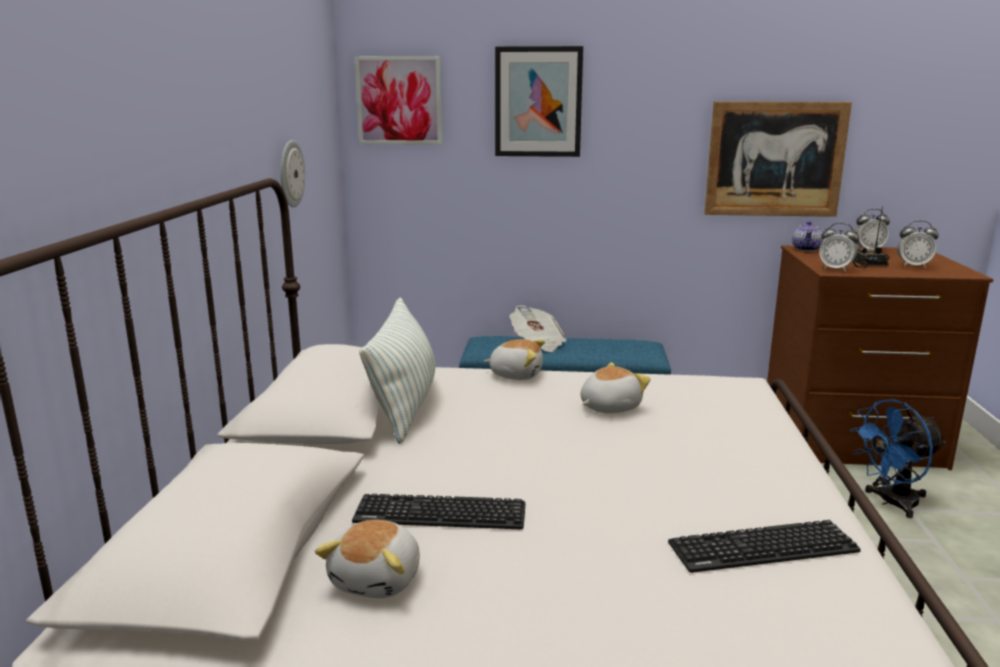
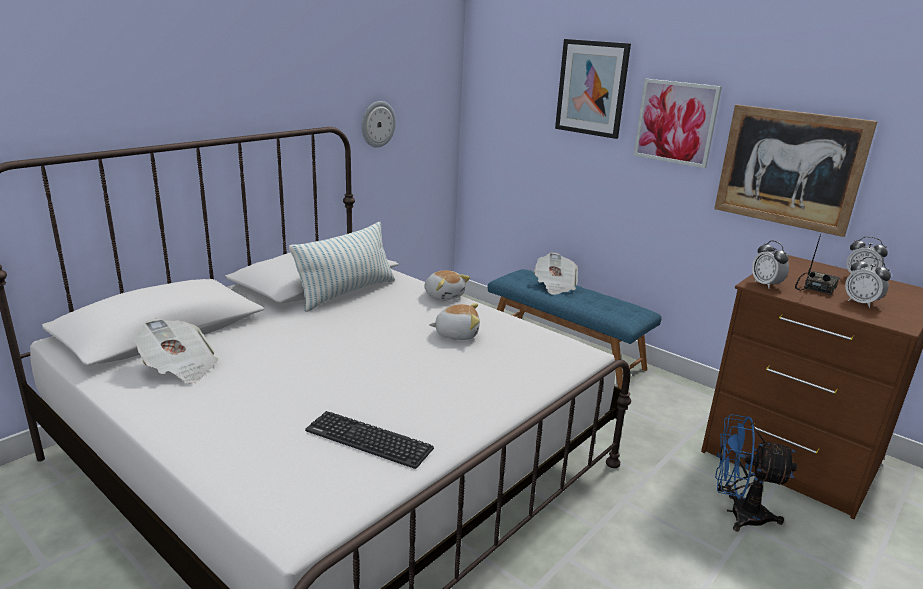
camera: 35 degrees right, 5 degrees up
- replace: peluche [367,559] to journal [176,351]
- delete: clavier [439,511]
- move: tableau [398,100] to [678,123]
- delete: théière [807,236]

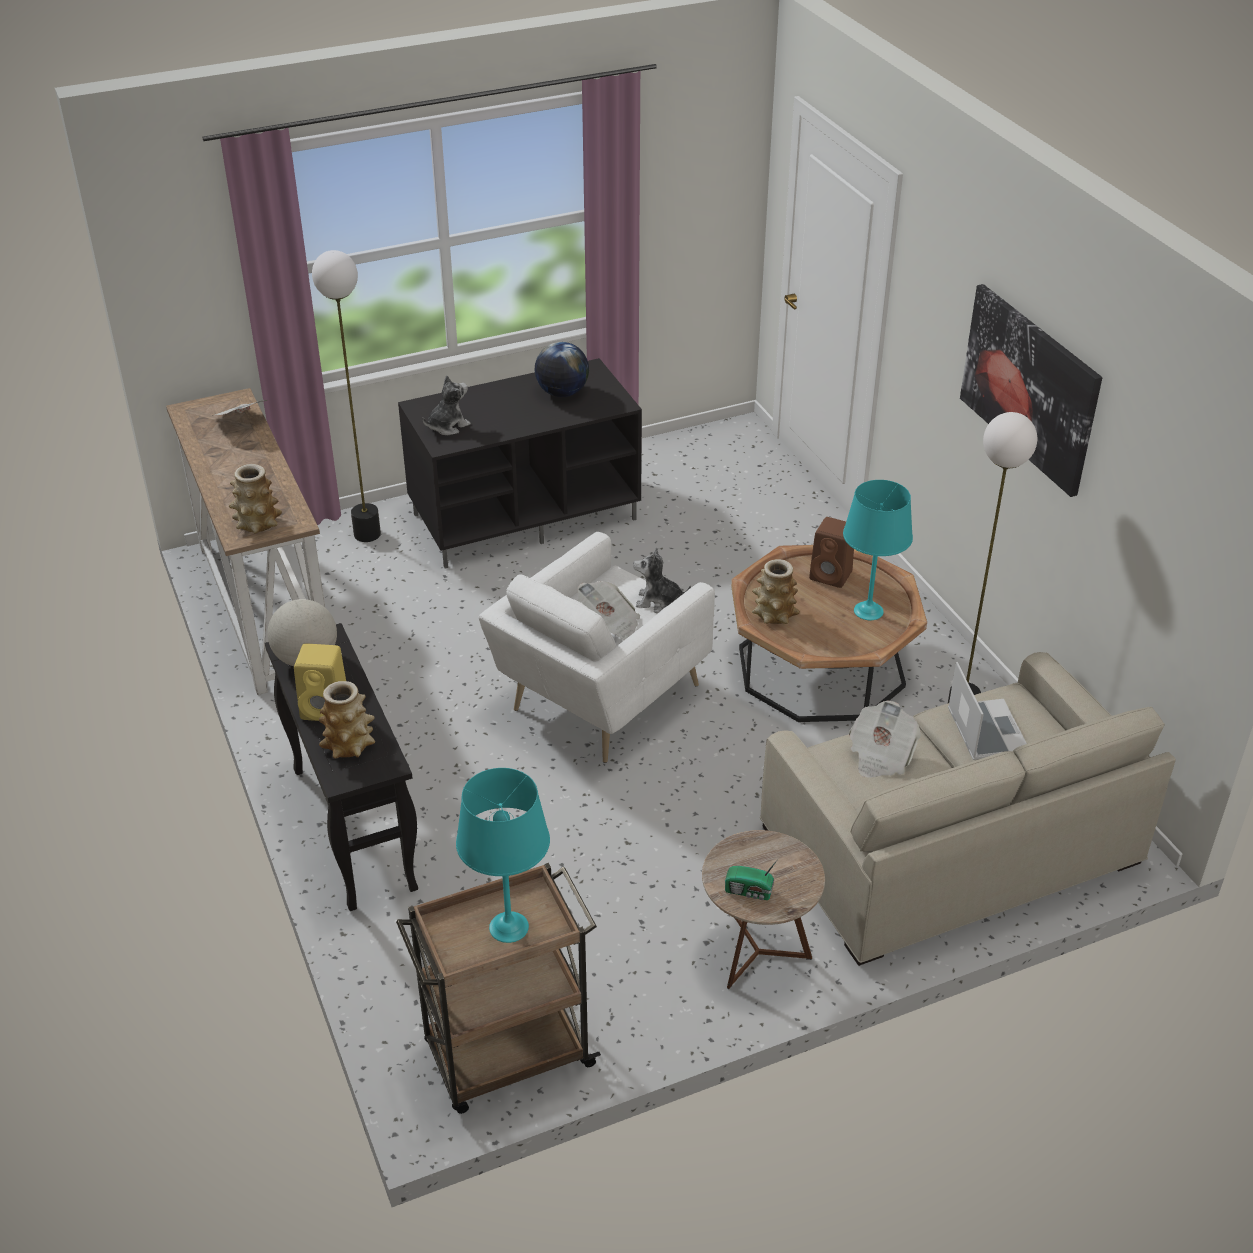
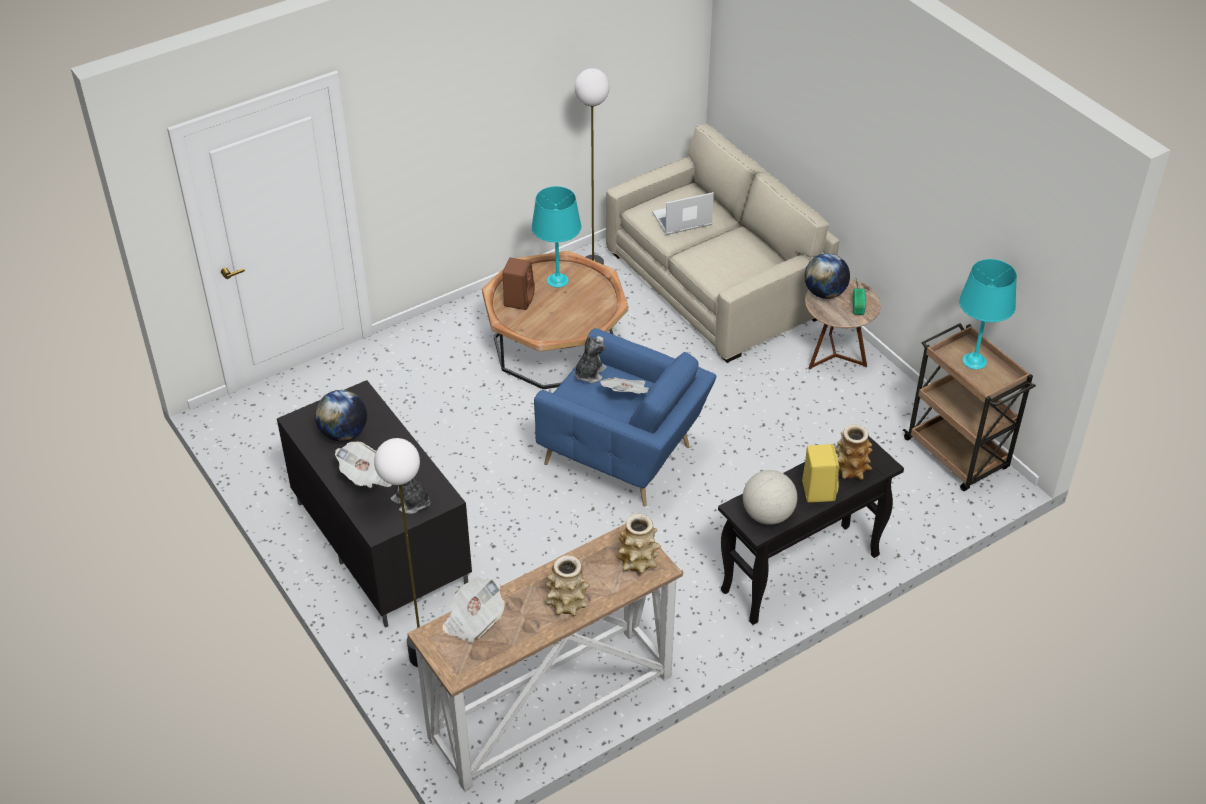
camera: 100 degrees left, 5 degrees up
- recolor: fauteuil (blanc) [597,647] to fauteuil (bleu) [625,417]
- rotate: peluche [662,580] = [590,359] 150 degrees counterclockwise
- move: vase [776,591] to [567,585]
- move: journal [885,739] to [363,464]
- delete: tableau [1031,390]
- insert: globe [827,276]

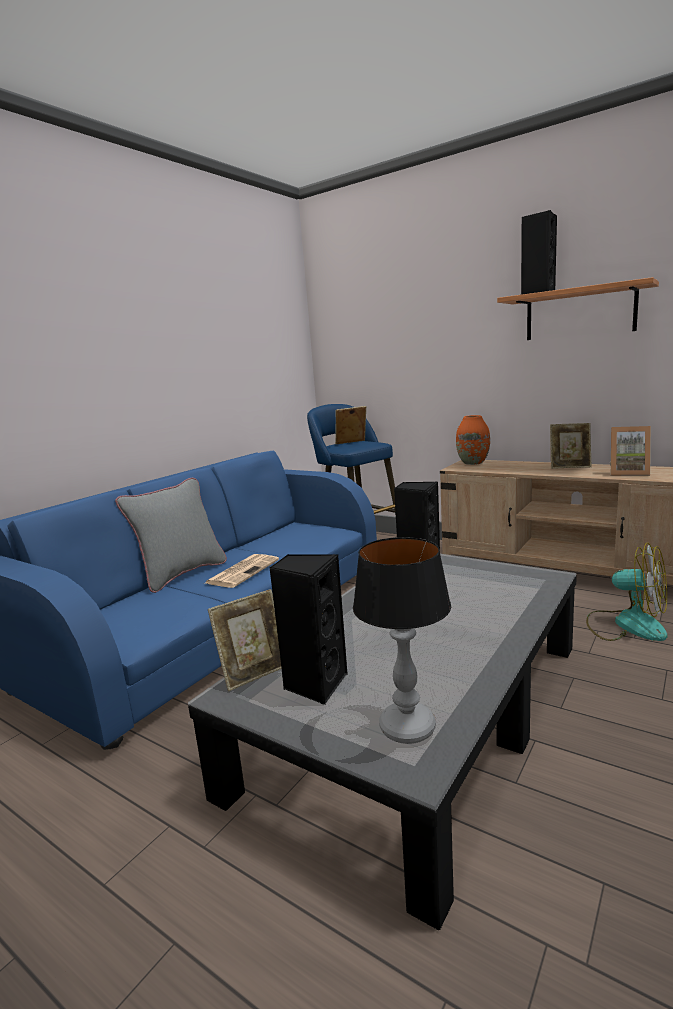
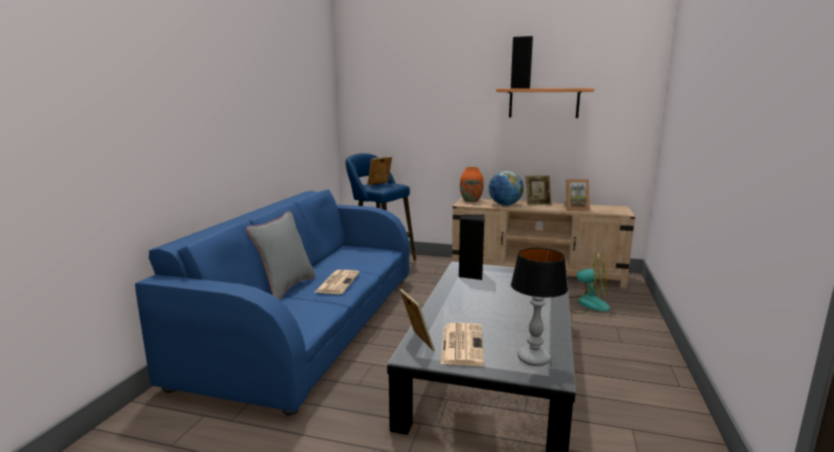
camera: 20 degrees left, 0 degrees up
- rotate: cadre photo [245,640] = [417,320] 60 degrees counterclockwise
- replace: enceinte (noir) [308,629] to journal [462,344]
- insert: globe [506,188]

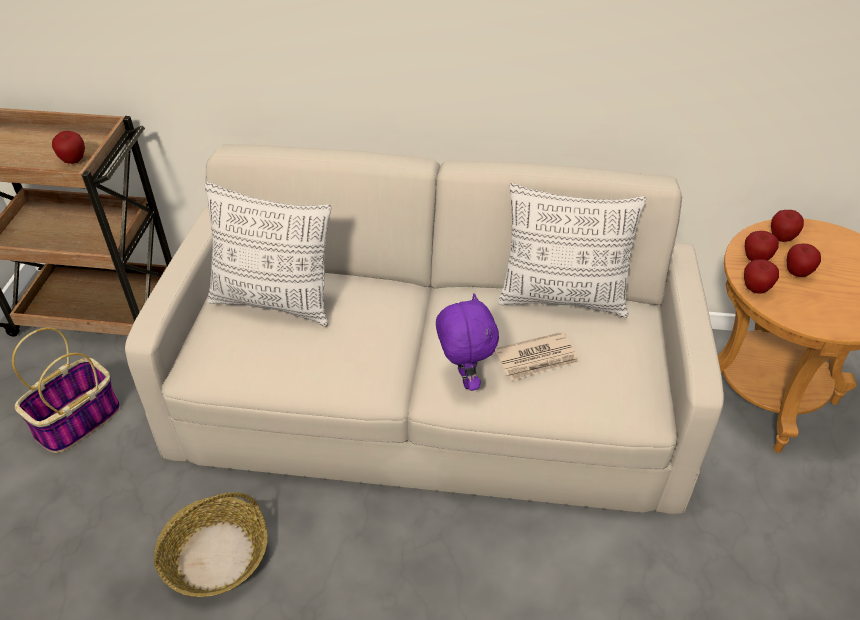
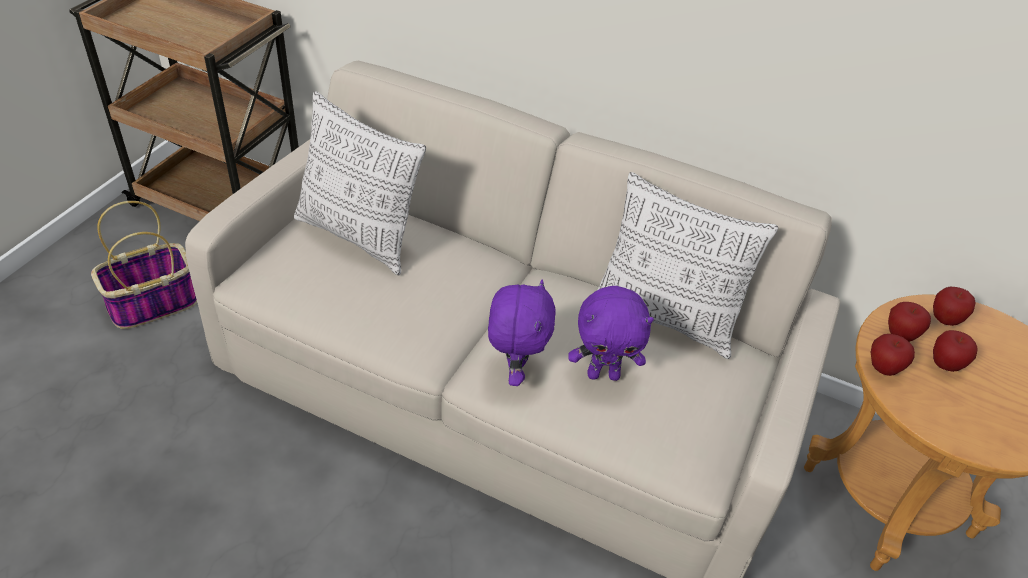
camera: 15 degrees right, 0 degrees up
- delete: pomme [68,147]
- delete: panier [211,544]
- replace: journal [537,356] to peluche (violet) [611,333]

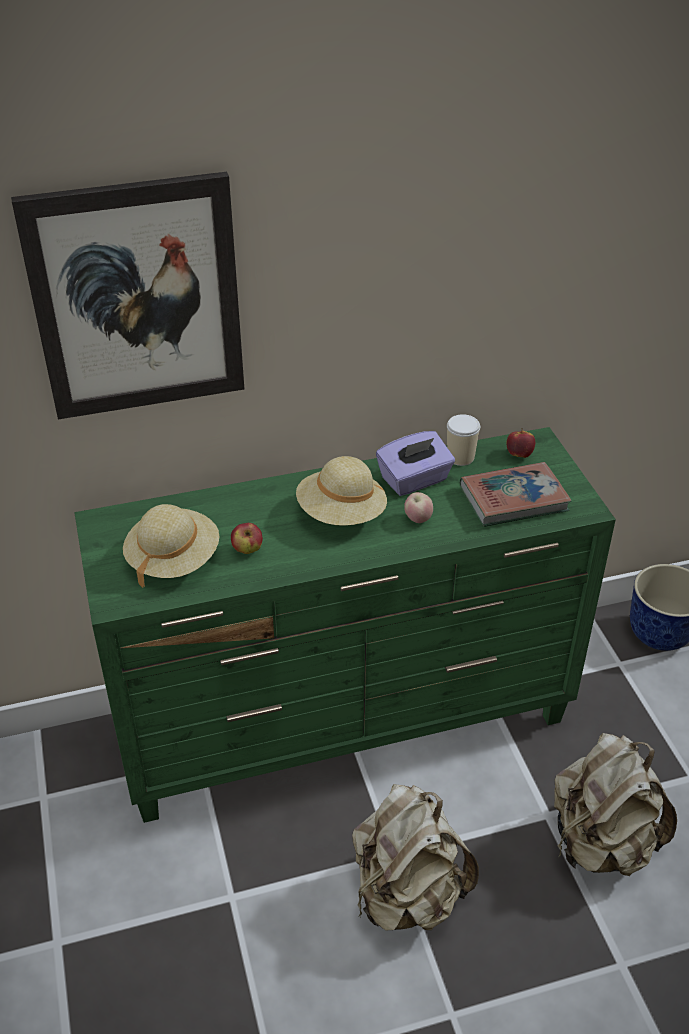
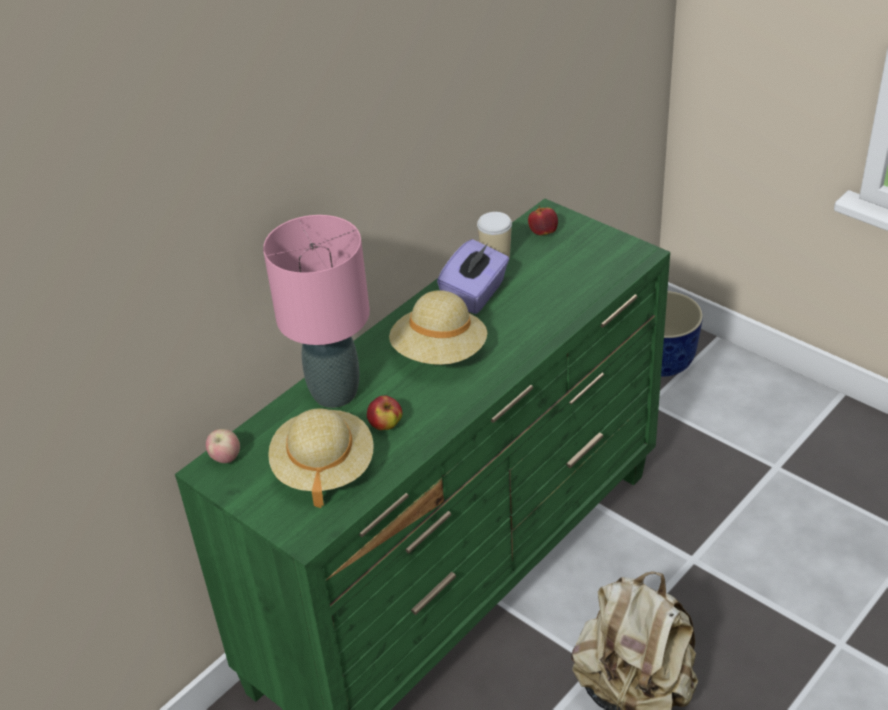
camera: 30 degrees left, 0 degrees up
- delete: tableau [127,296]
- move: pomme [418,507] to [223,446]
- delete: livre [516,494]
- delete: sac à dos (beige) [615,804]
- insert: lampe de table (rose) [316,311]

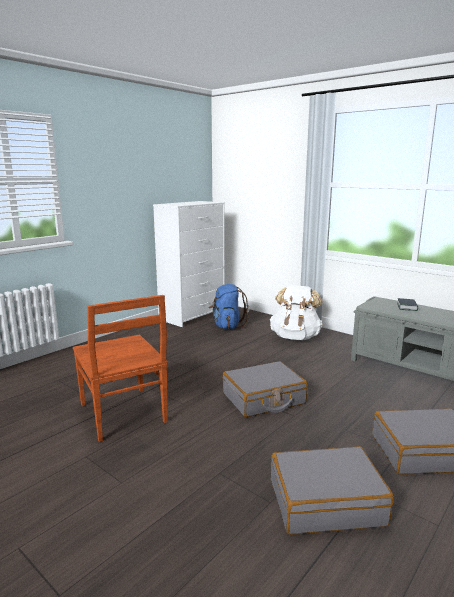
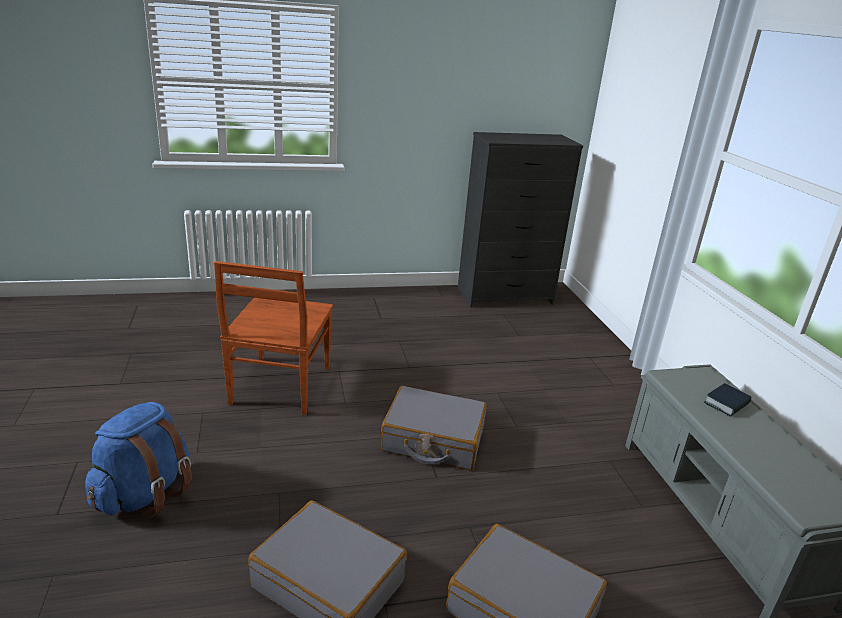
camera: 35 degrees right, 10 degrees up
- recolor: commode (blanc) [189,264] to commode (noir) [520,220]
- move: sac à dos (bleu) [229,306] to [138,459]
- delete: sac à dos (blanc) [296,312]

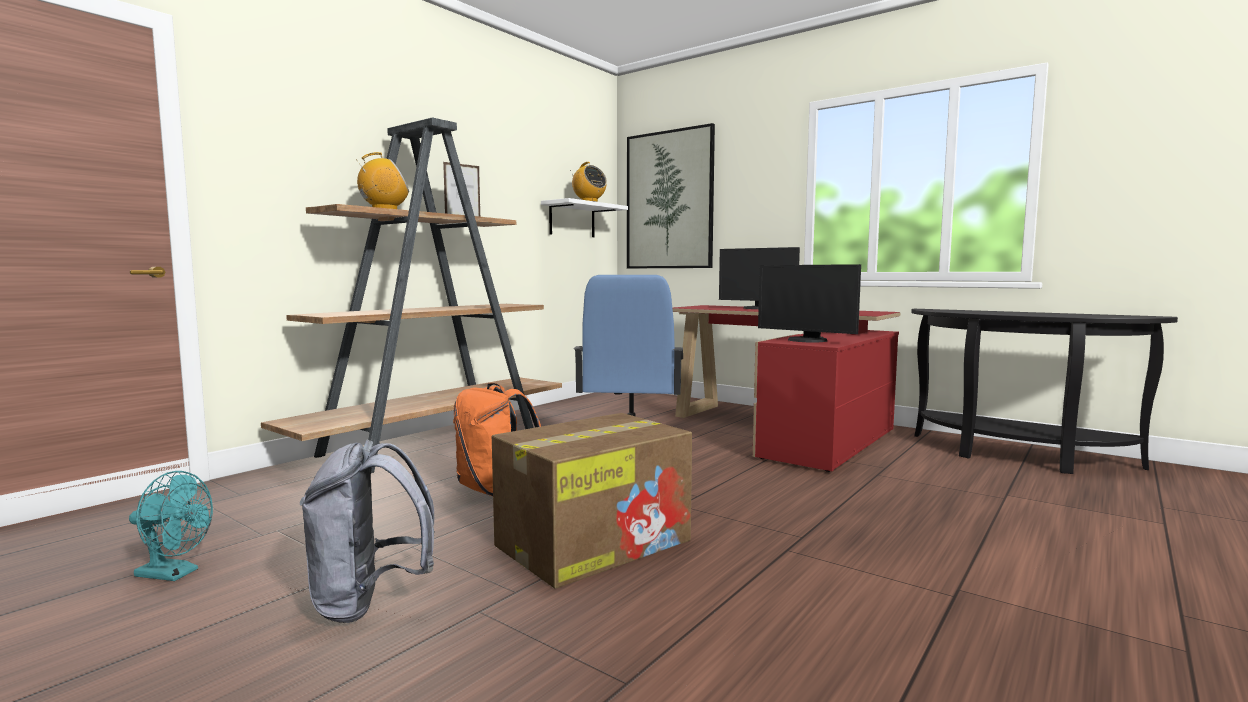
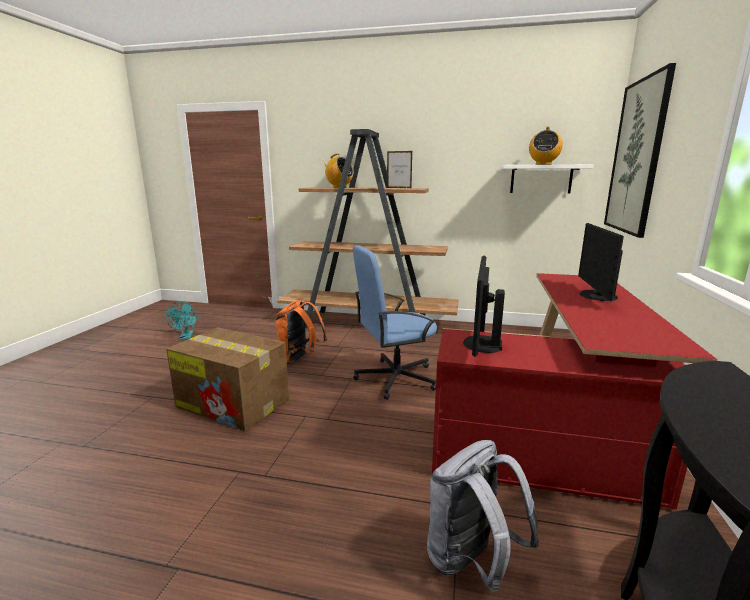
camera: 65 degrees right, 10 degrees up
- move: sac à dos (gris) [367,531] to [483,516]

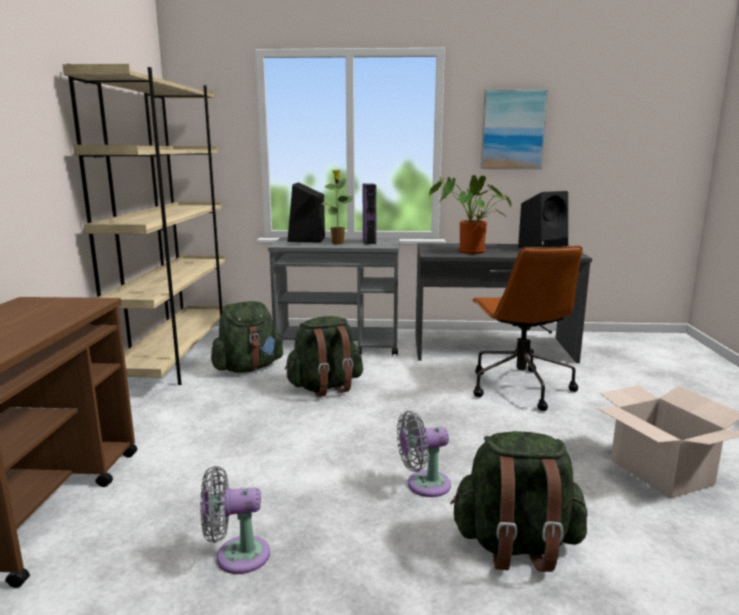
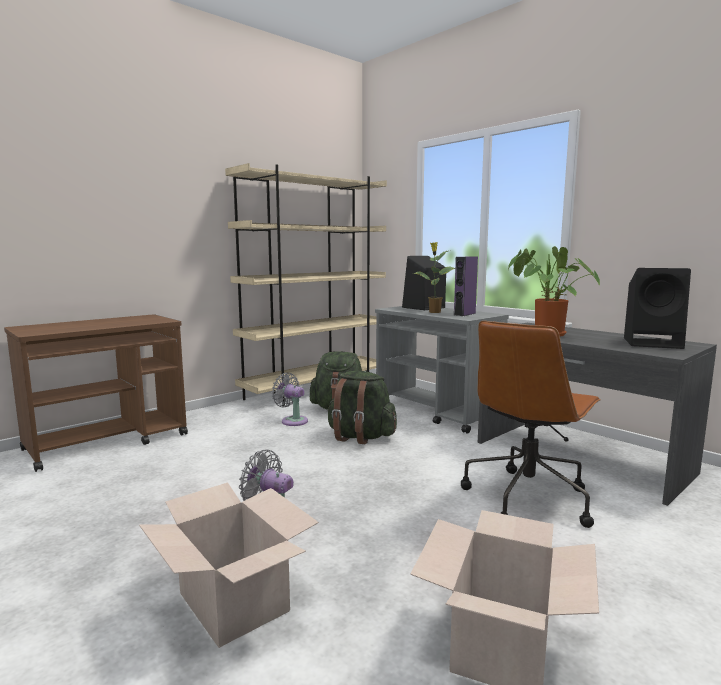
camera: 45 degrees right, 5 degrees down
- move: ventilateur (gris) [235,520] to [290,399]
- replace: sac à dos (vert) [518,501] to carton [229,565]
- delete: tableau [514,129]

